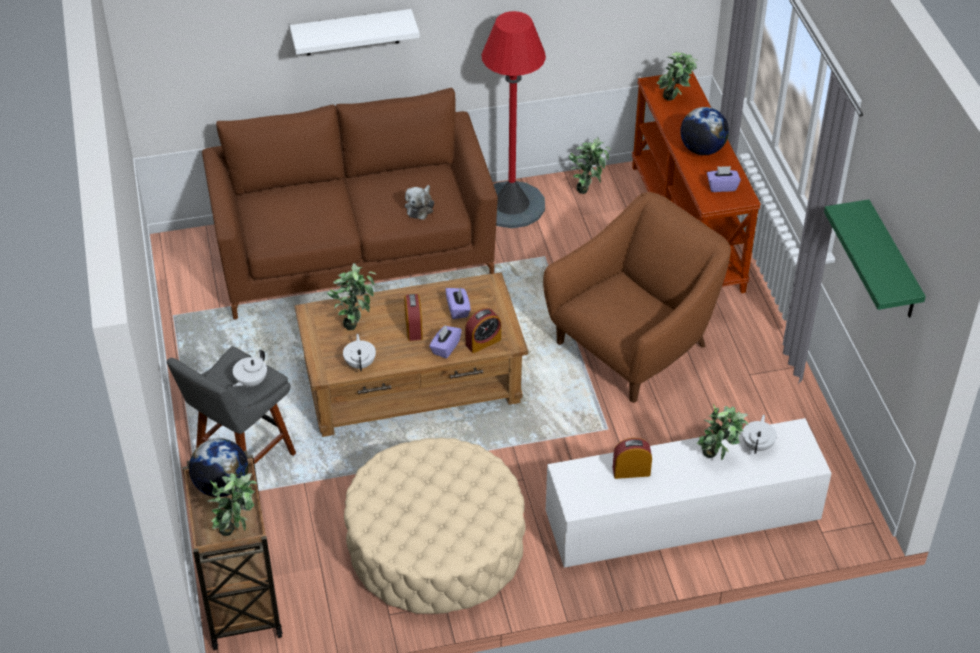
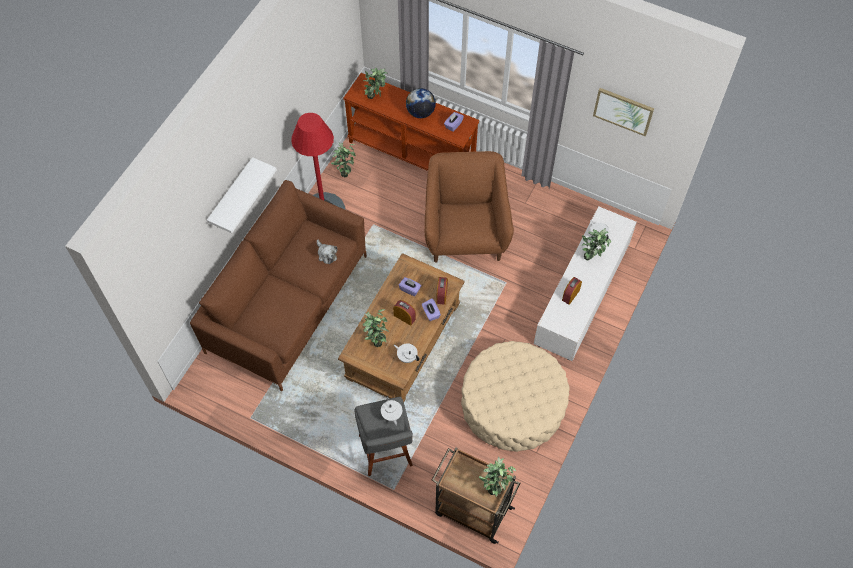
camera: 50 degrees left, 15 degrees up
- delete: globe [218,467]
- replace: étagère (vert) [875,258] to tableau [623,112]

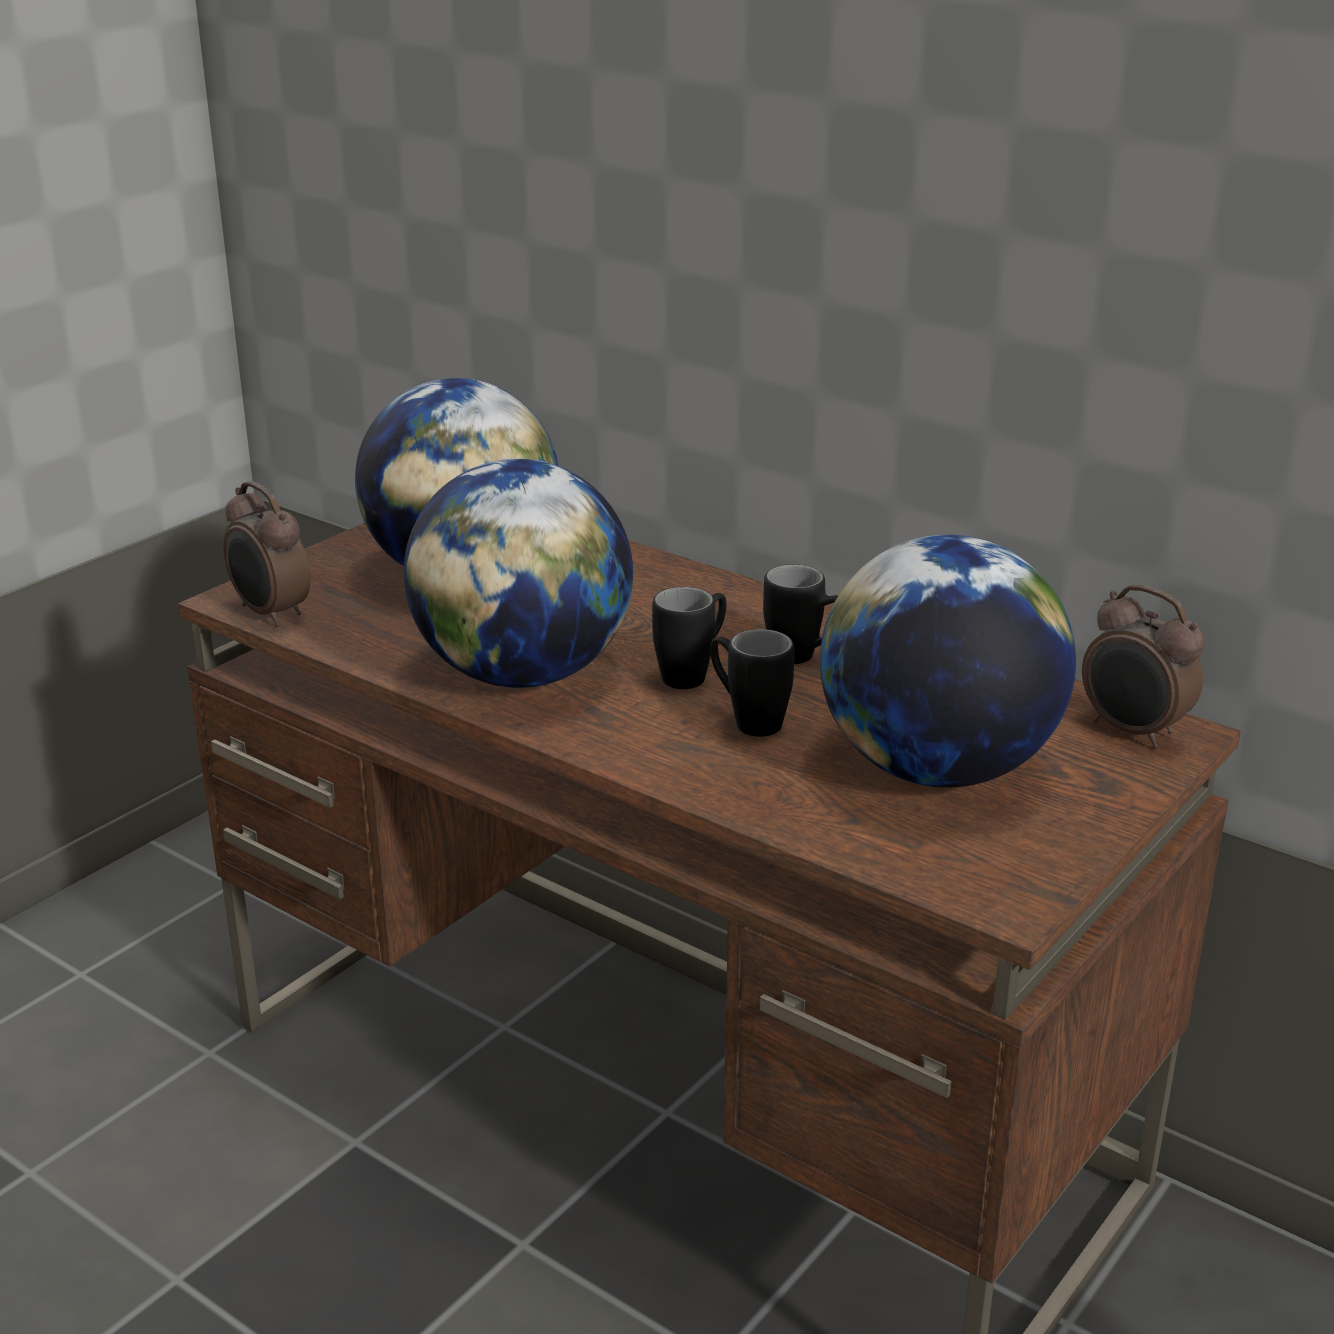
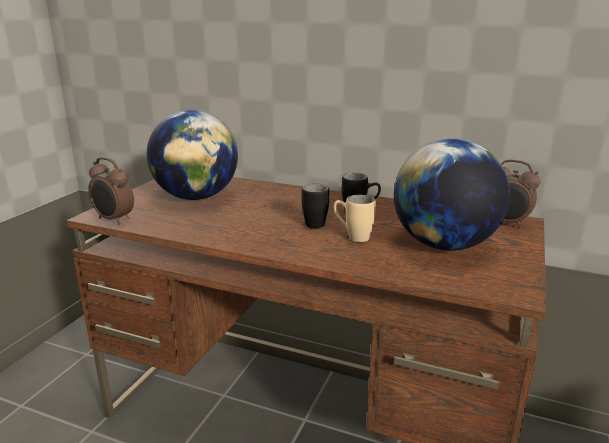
camera: 15 degrees left, 5 degrees down
- delete: globe [518,573]
- recolor: mug (noir) [752,683] to mug (beige) [355,218]

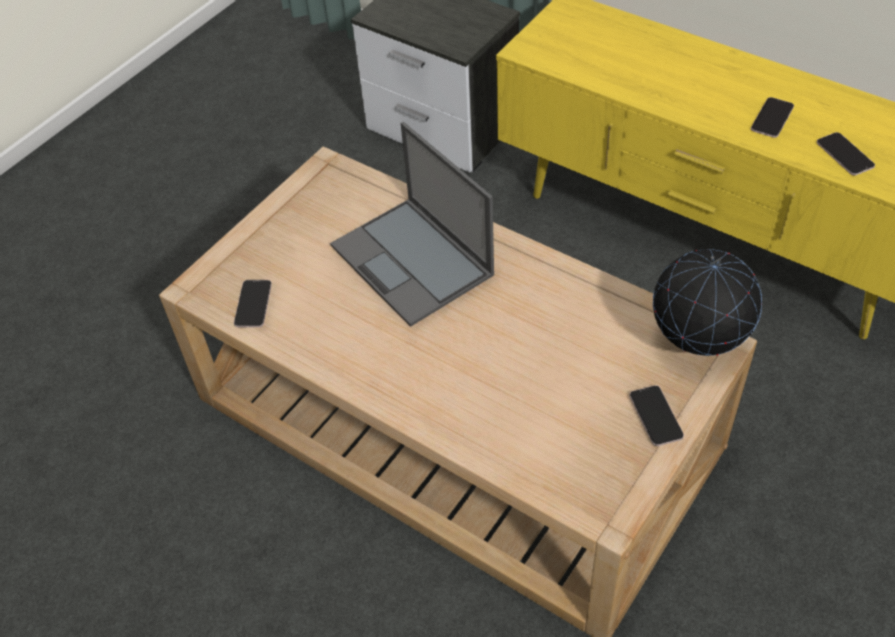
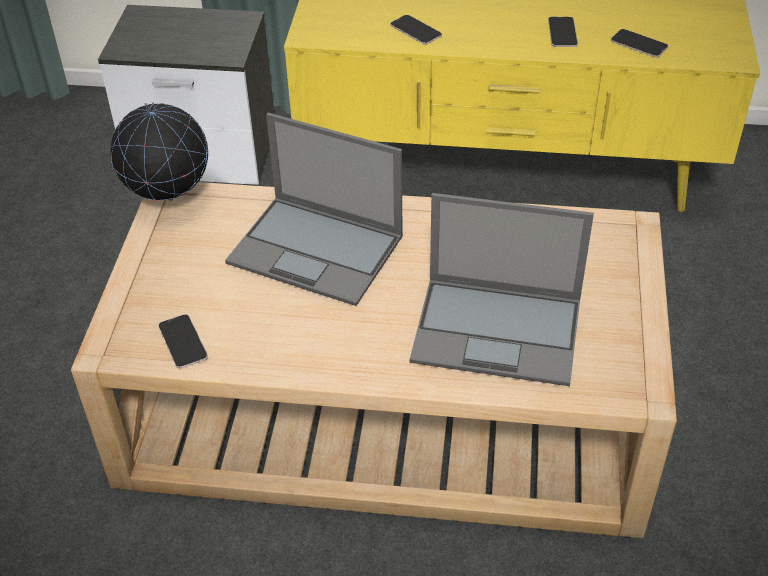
camera: 30 degrees left, 5 degrees down
- move: téléphone [656,415] to [416,30]
- move: globe [707,302] to [159,151]
- insert: ordinateur portable [502,289]

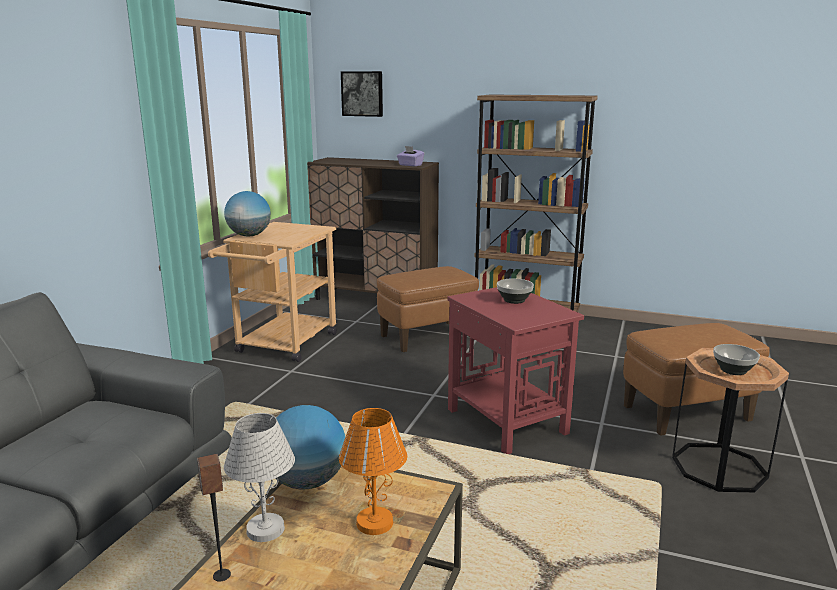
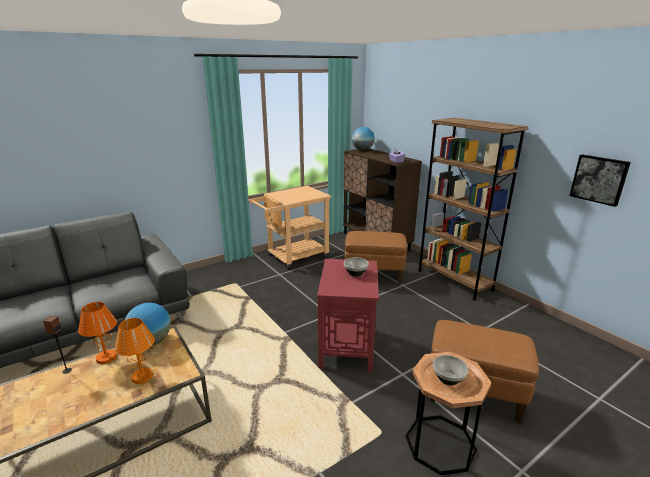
camera: 35 degrees right, 5 degrees up
- move: globe [247,214] to [363,138]
- recolor: lampe de table (blanc) [259,477] to lampe de table (orange) [97,333]
- move: tableau [362,94] to [600,180]

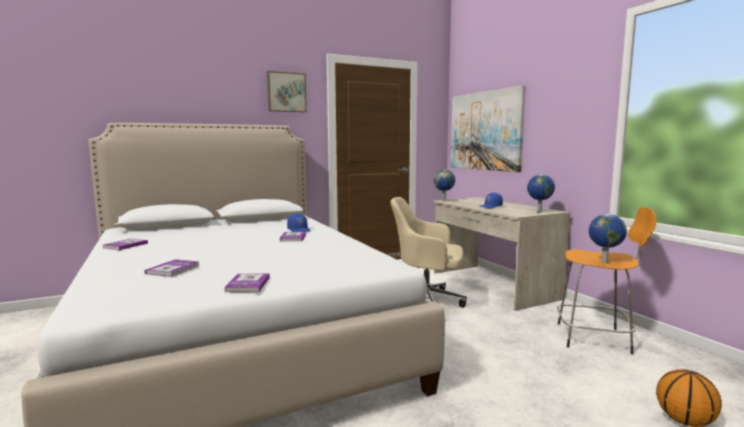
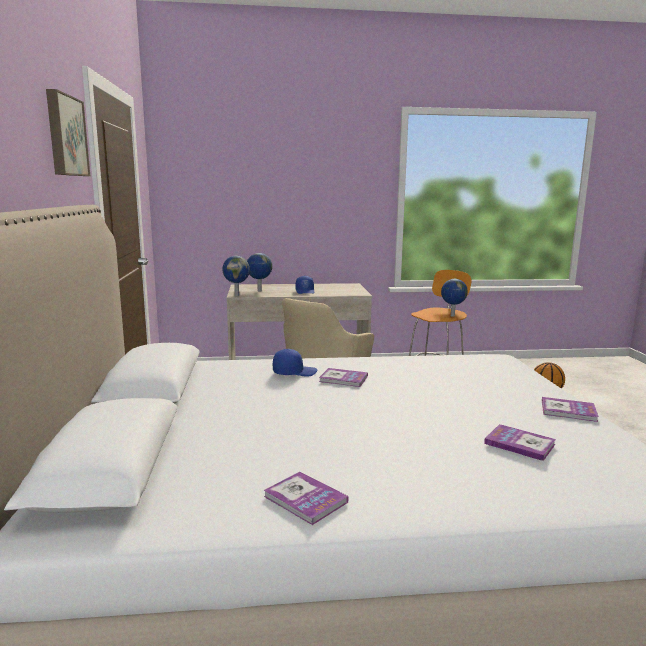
camera: 70 degrees left, 5 degrees up
- delete: tableau [488,128]
- move: globe [541,193] to [259,272]

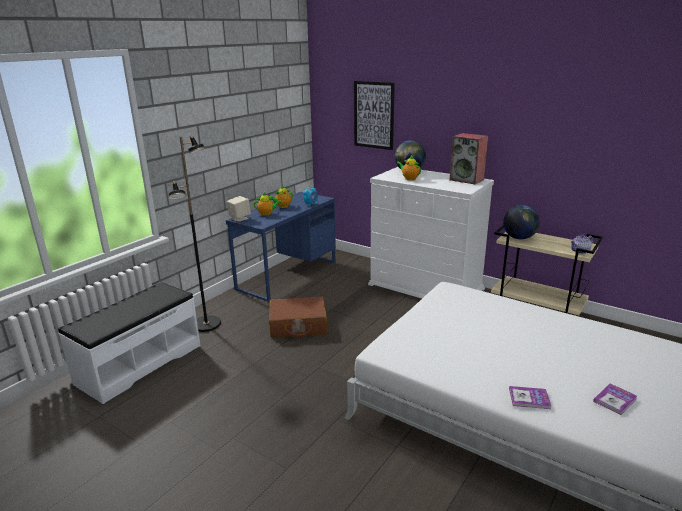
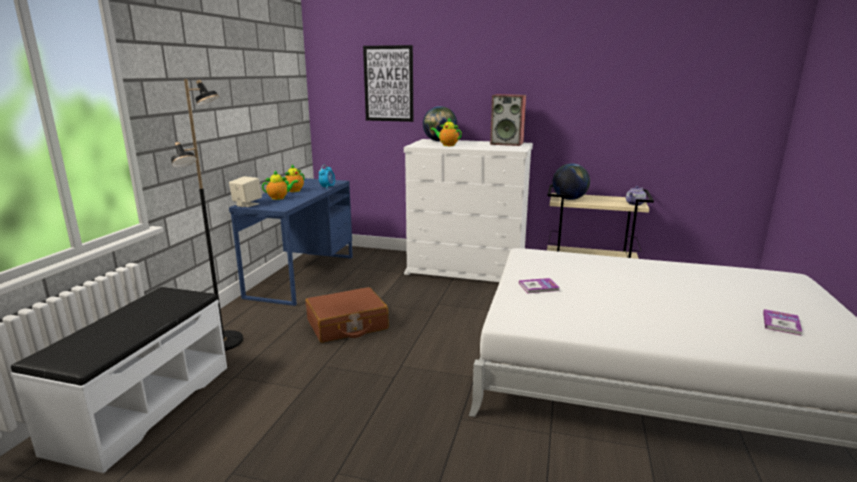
camera: 20 degrees left, 5 degrees down
- move: livre [530,397] to [539,285]

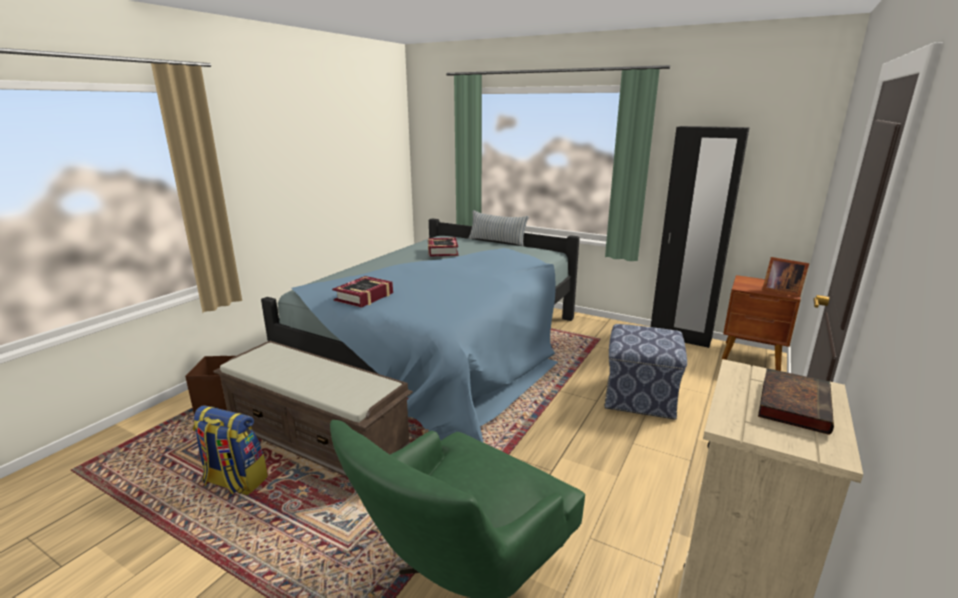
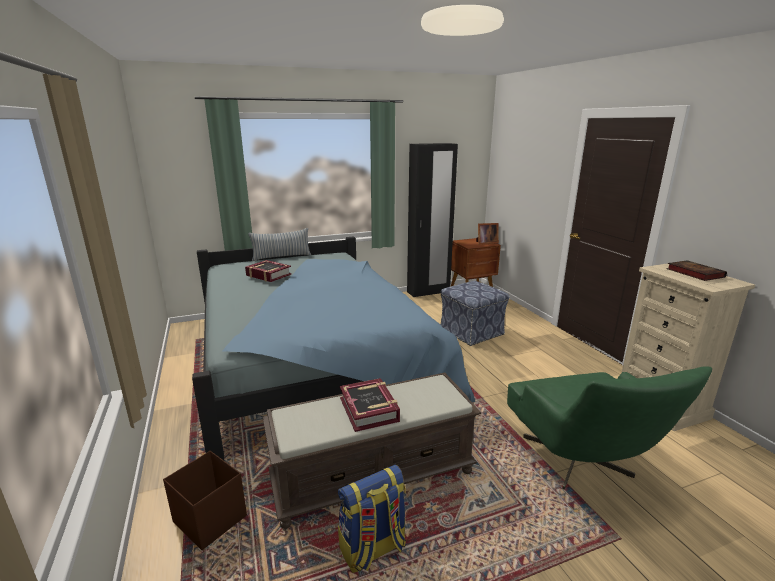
camera: 50 degrees left, 0 degrees up
- move: livre [362,292] to [370,405]

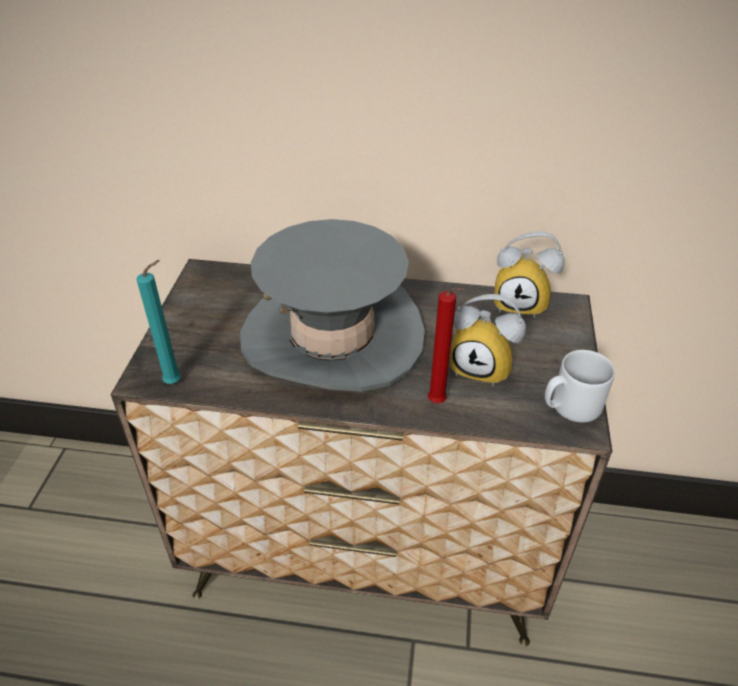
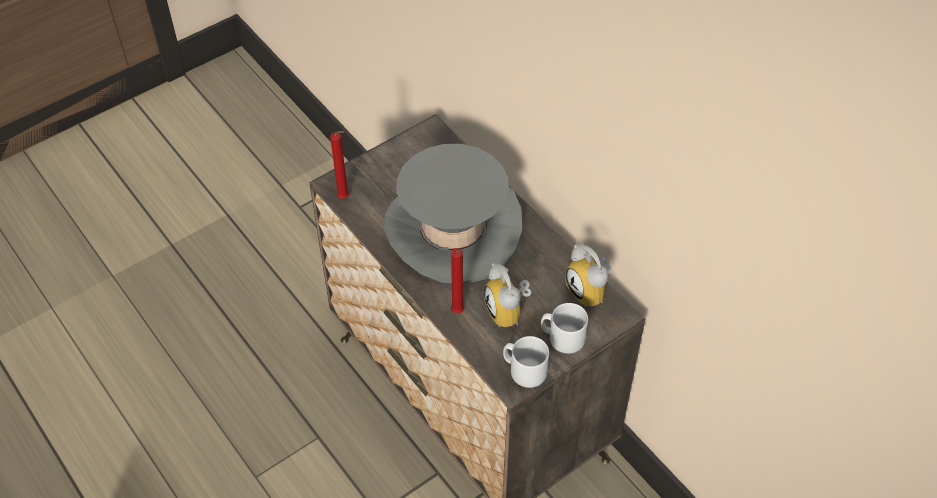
camera: 45 degrees right, 10 degrees up
- recolor: bougie (turquoise) [158,322] to bougie (rouge) [339,165]
- insert: mug (gris) [564,328]

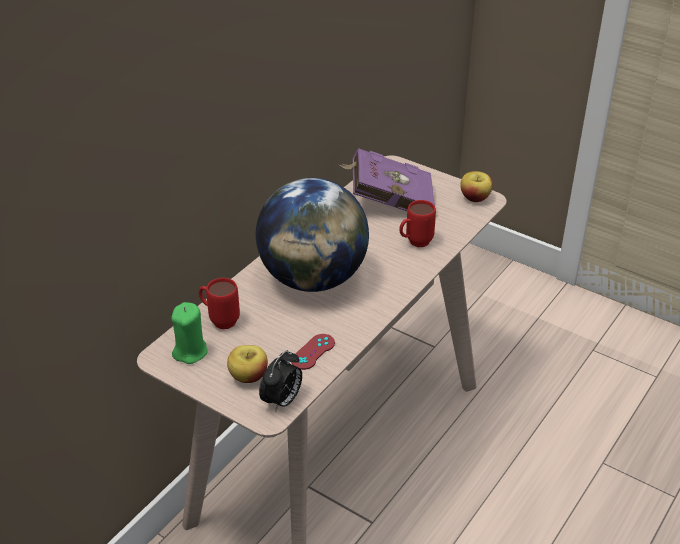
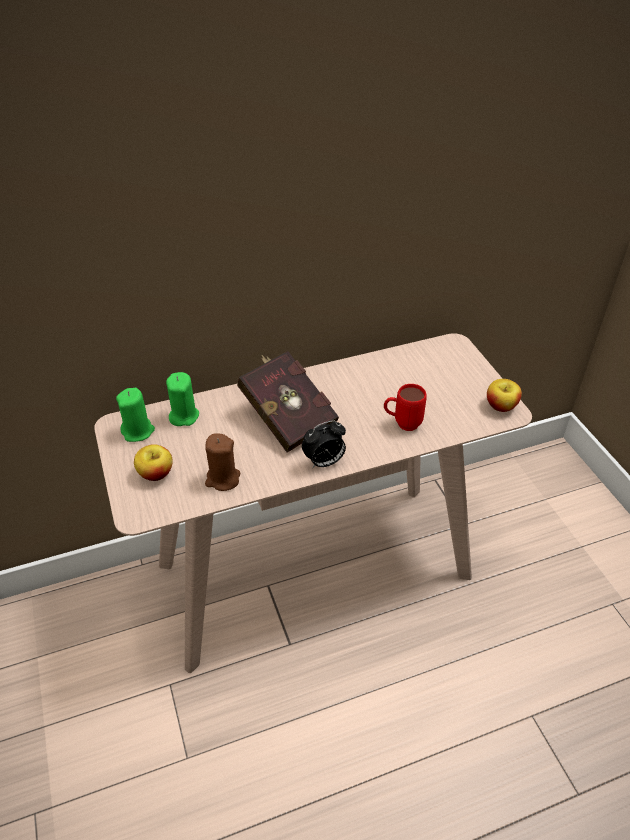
camera: 35 degrees right, 5 degrees up
- replace: mug (rouge) [219,303] to bougie (vert) [182,399]
- replace: globe [312,235] to livre (rouge) [288,402]
- move: réveil [280,381] to [324,444]
- replace: manette (rouge) [313,352] to bougie (marron) [222,462]
- delete: livre (violet) [387,179]

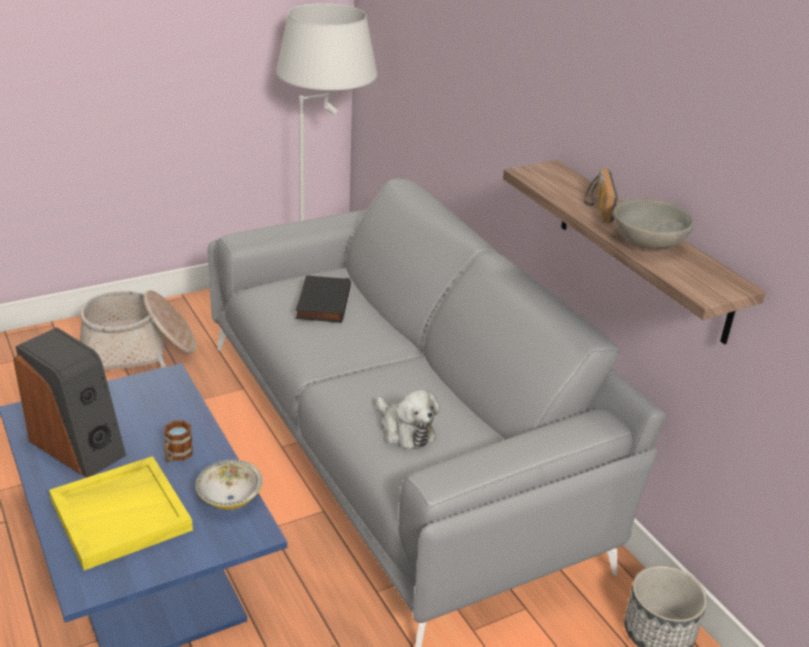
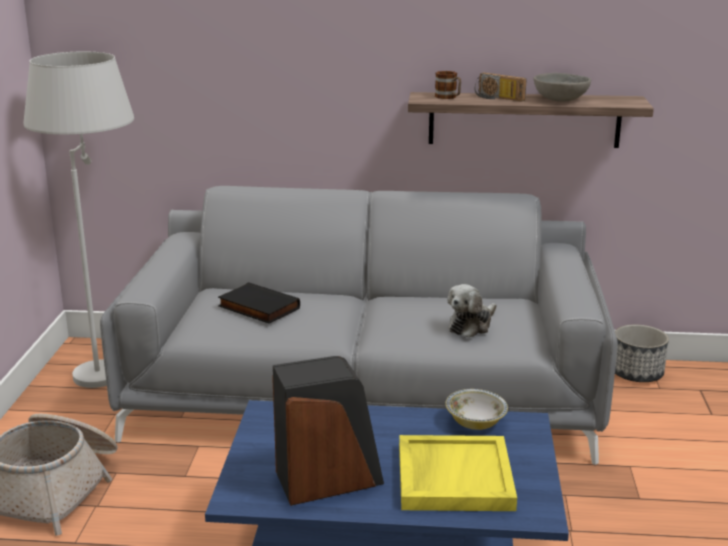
camera: 55 degrees left, 10 degrees down
- move: mug [178,441] to [448,85]
- rotate: peluche [408,419] = [472,311] 135 degrees clockwise

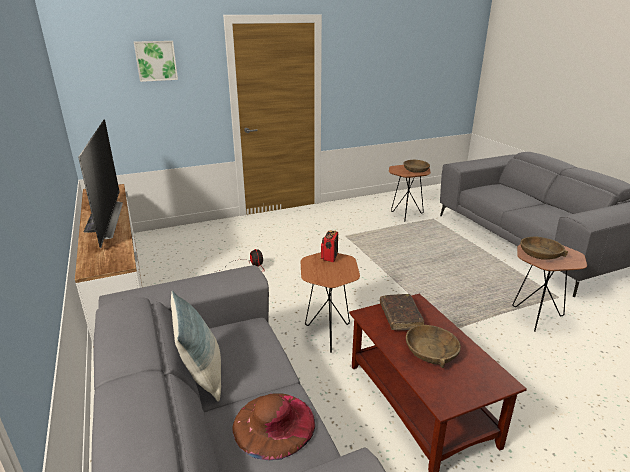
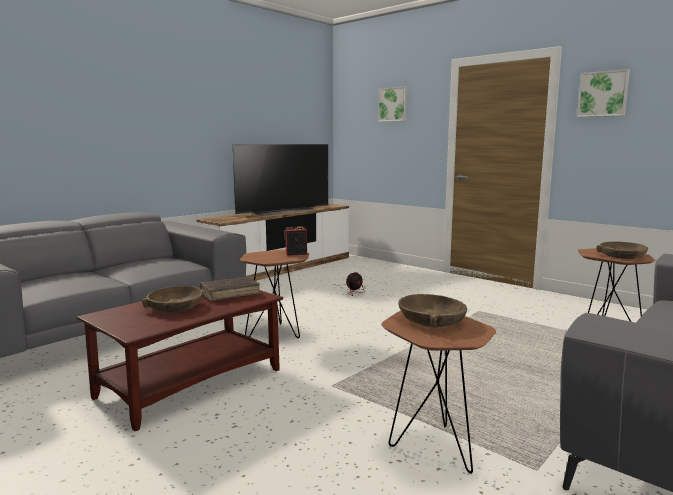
camera: 65 degrees right, 15 degrees down
- delete: coussin [196,346]
- delete: chapeau (marron) [274,426]
- insert: tableau [603,93]

